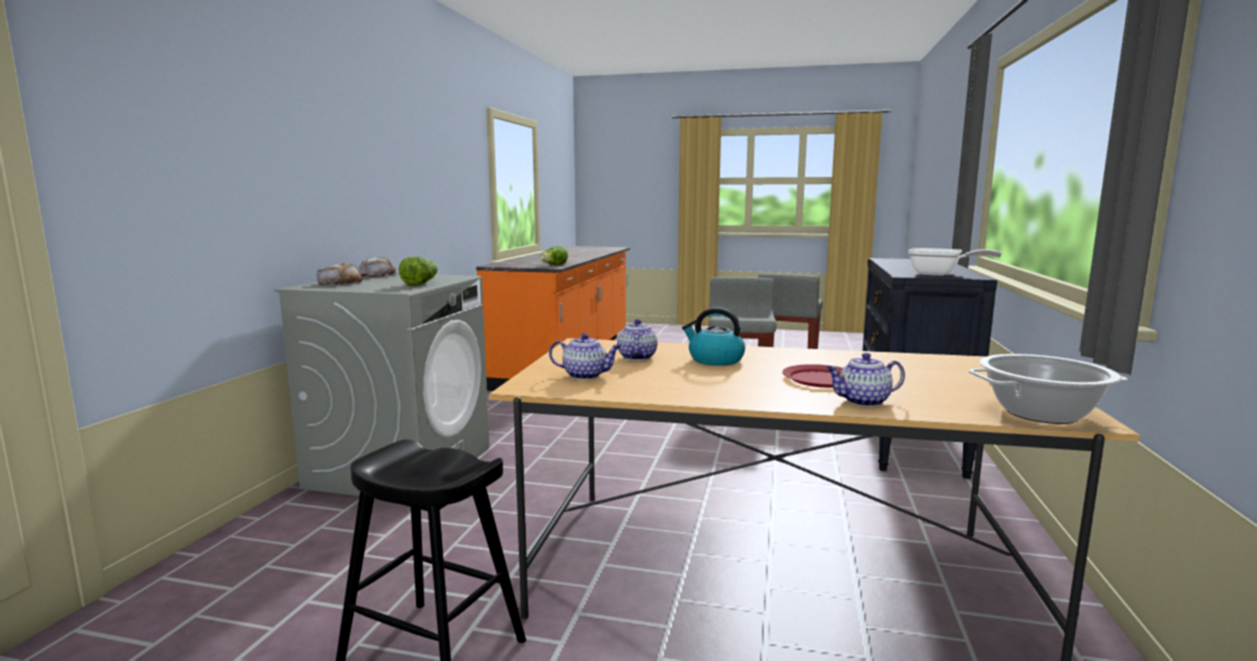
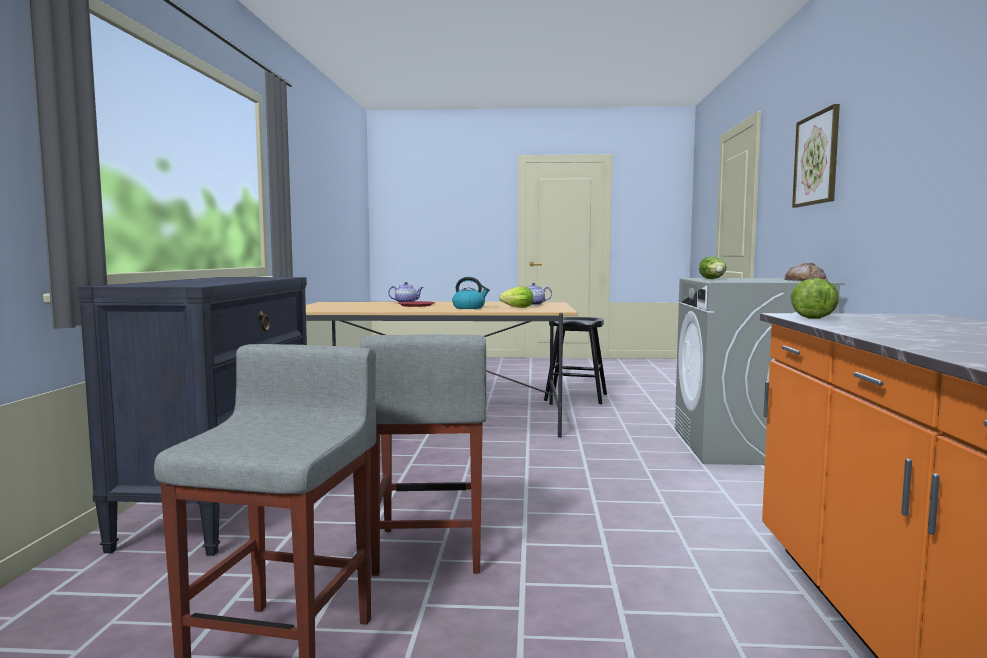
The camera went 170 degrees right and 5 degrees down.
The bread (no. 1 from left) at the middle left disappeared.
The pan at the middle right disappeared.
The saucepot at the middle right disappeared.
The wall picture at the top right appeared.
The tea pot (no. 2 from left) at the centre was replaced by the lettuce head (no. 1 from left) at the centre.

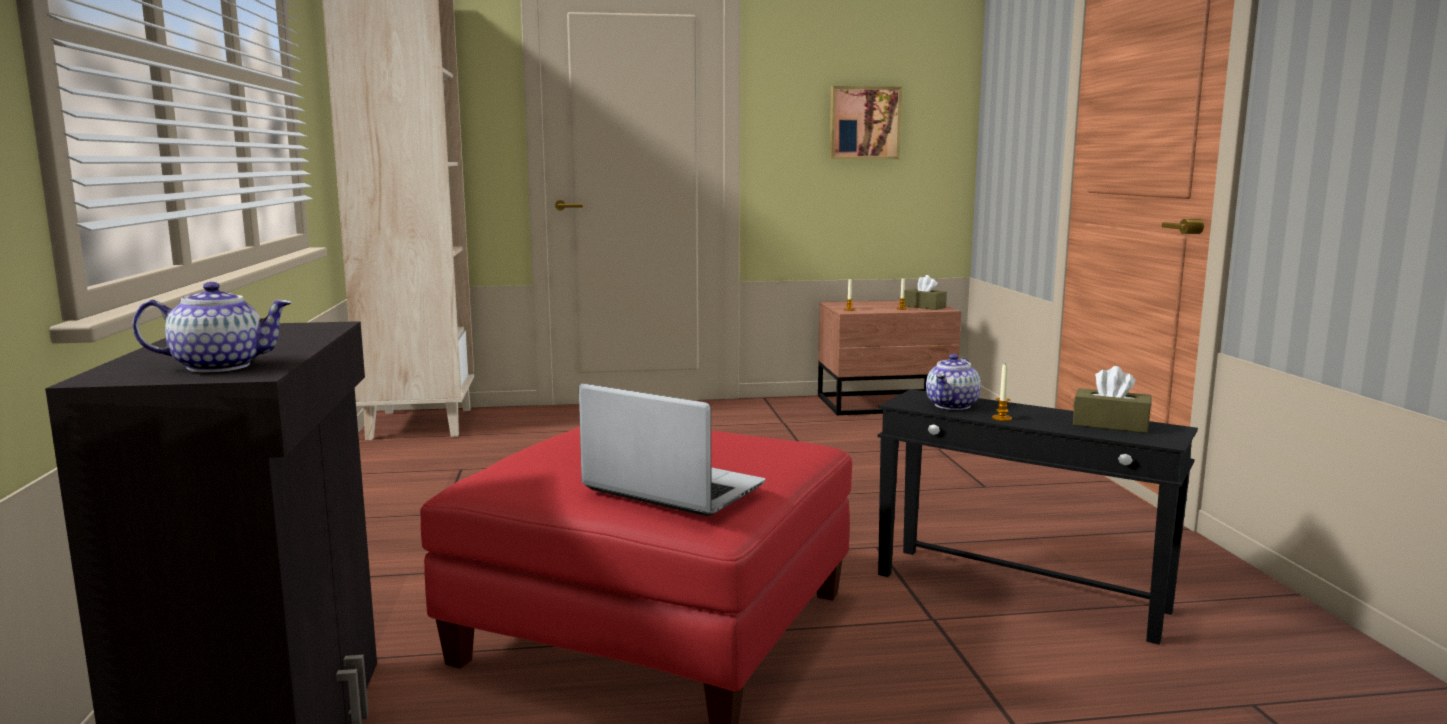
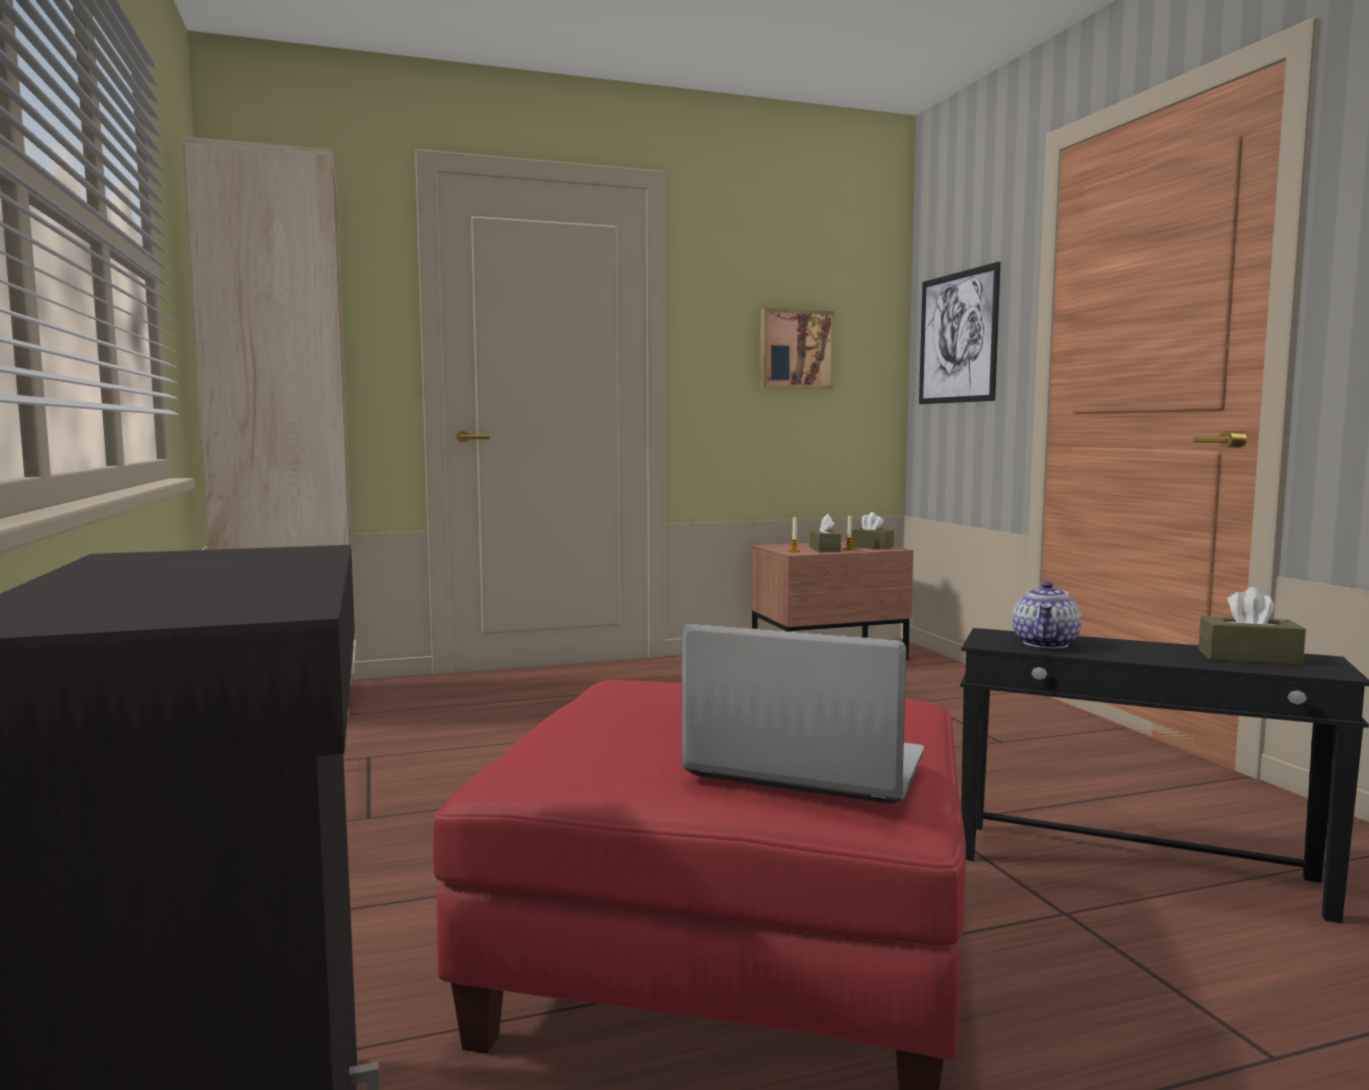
The camera went 10 degrees left and 5 degrees down.
The tea pot (no. 1 from left) at the middle left disappeared.
The wax candle (no. 3 from left) at the middle right disappeared.
The tissue box (brown-coloured) (no. 1 from left) at the centre appeared.
The wall picture (no. 2 from left) at the top right appeared.

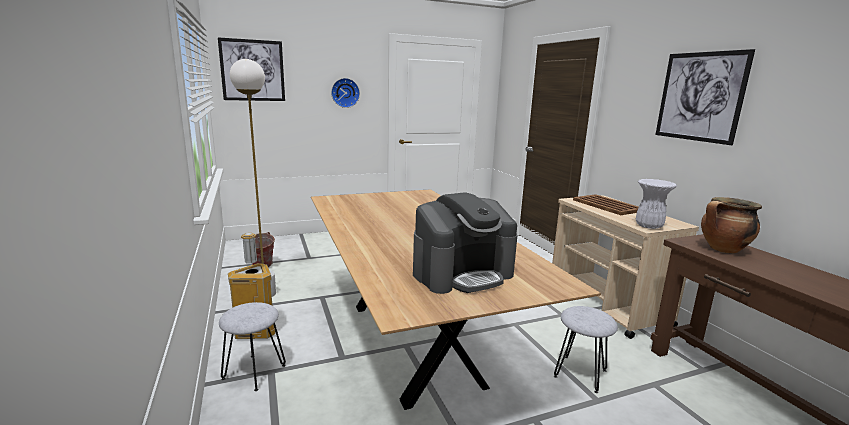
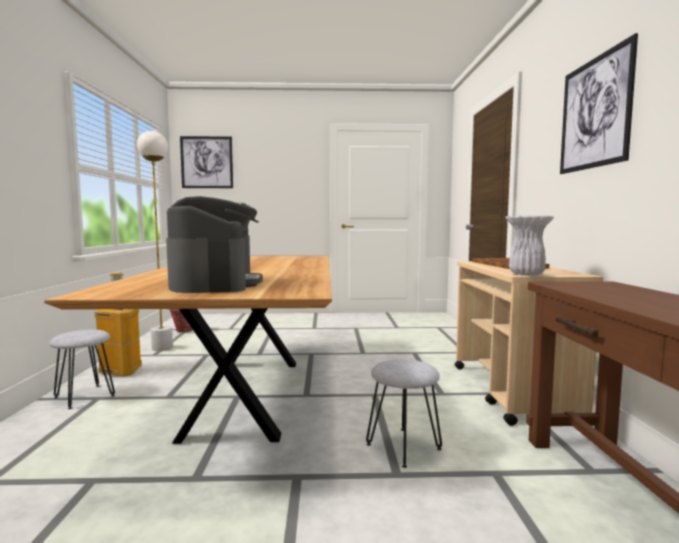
The camera went 20 degrees right and 10 degrees down.
The clock on the wall at the top centre disappeared.
The saucepot at the middle right disappeared.
The coffee brewer at the centre turned 90 degrees counterclockwise.

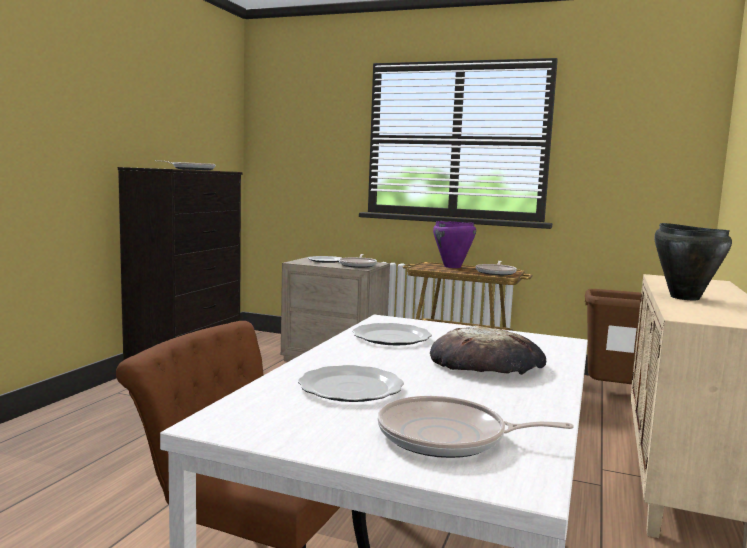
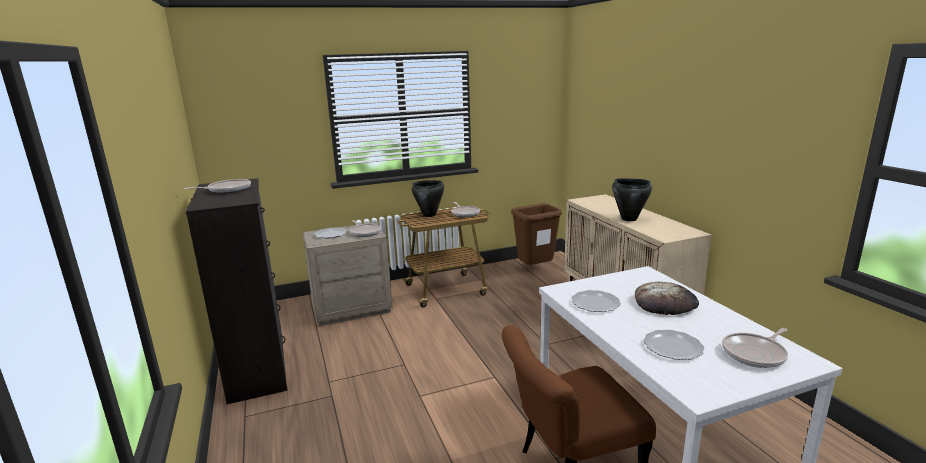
The camera went 40 degrees left and 10 degrees up.
The saucepot (purple) at the centre became the saucepot (blackish) (no. 1 from left) at the centre.

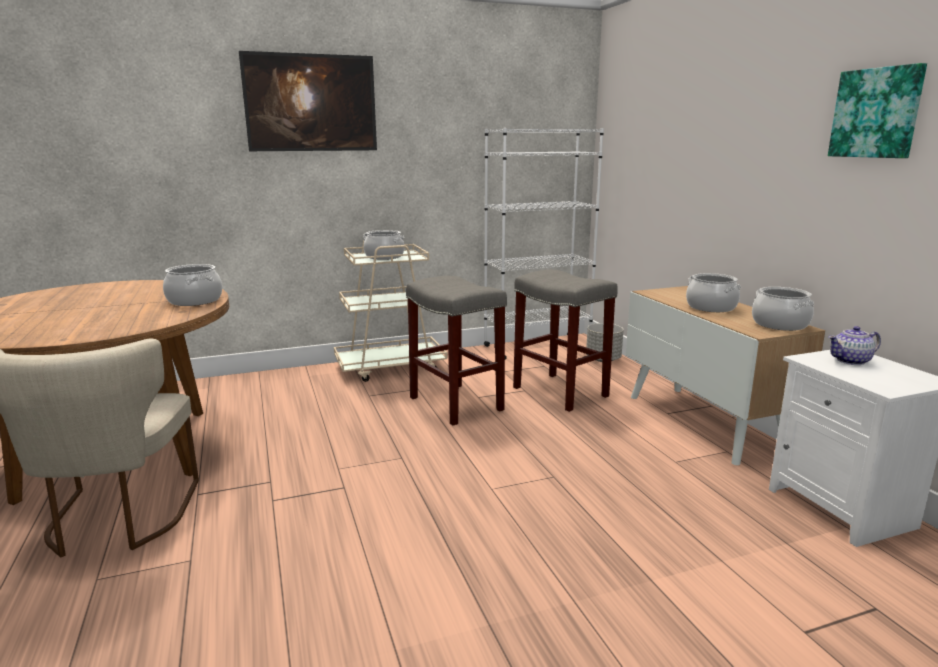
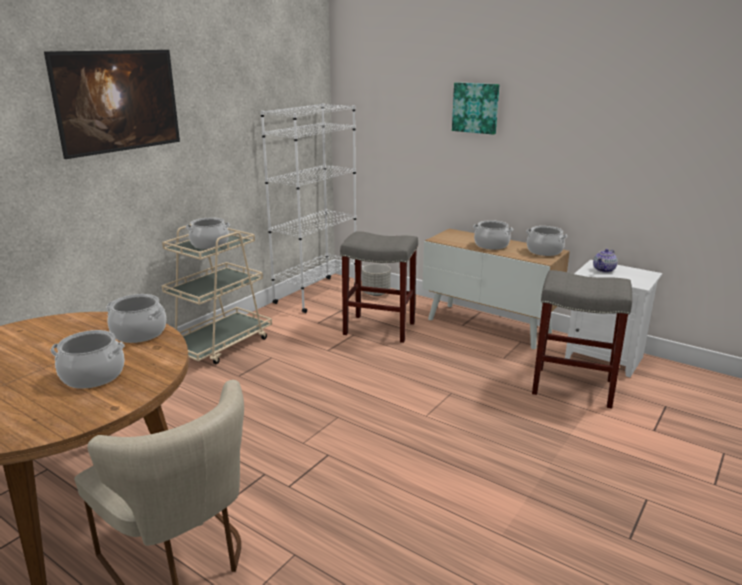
The camera went 35 degrees left and 5 degrees up.
The saucepot (no. 1 from left) at the middle left appeared.
The stool seat (greyish) (no. 1 from left in the first image) moved from the centre to the middle right.
The wall picture (no. 2 from left) moved from the top right to the top centre.

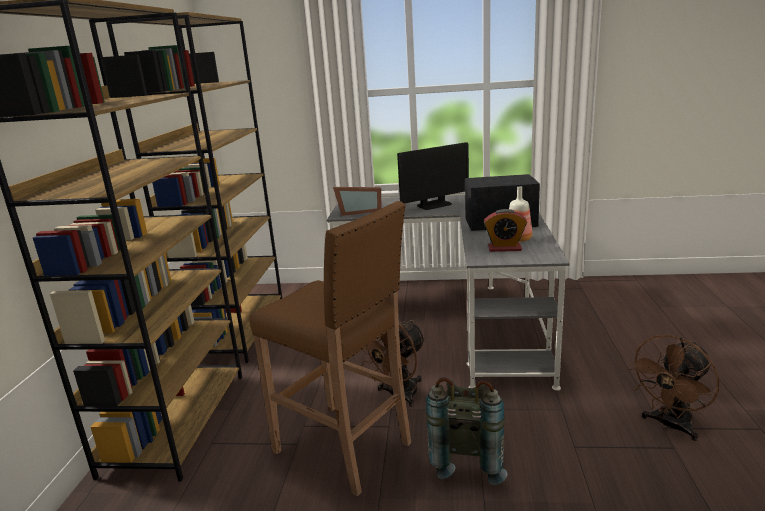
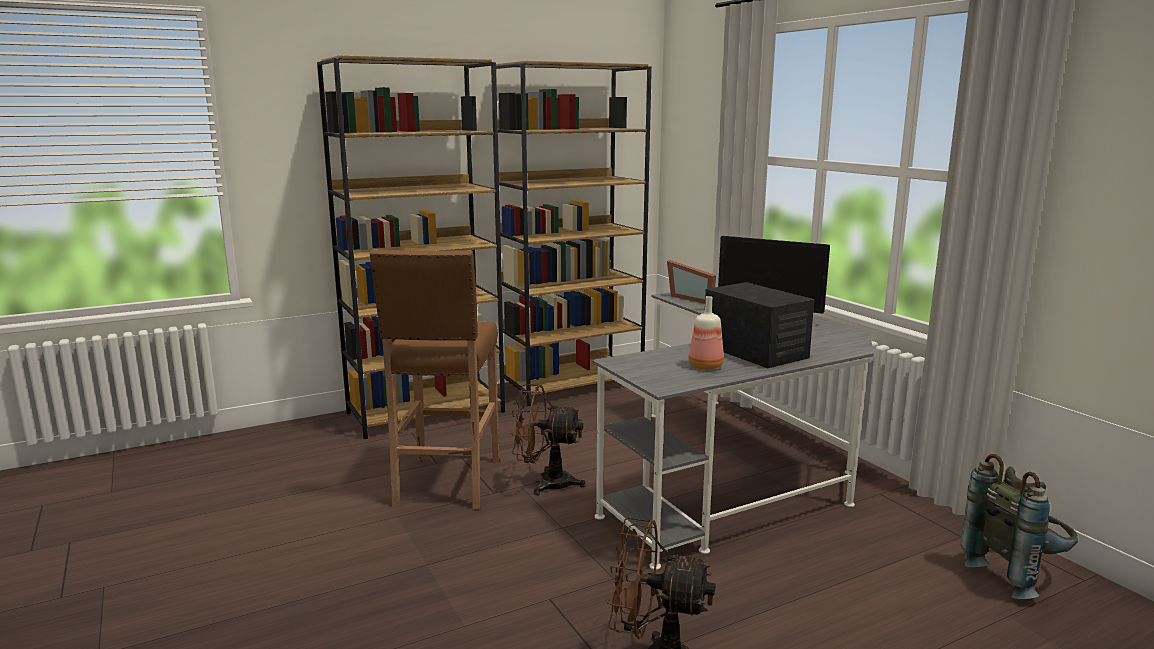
The camera went 55 degrees right and 5 degrees down.
The bedside clock at the centre disappeared.
The rucksack (greyish) moved from the bottom centre to the bottom right.

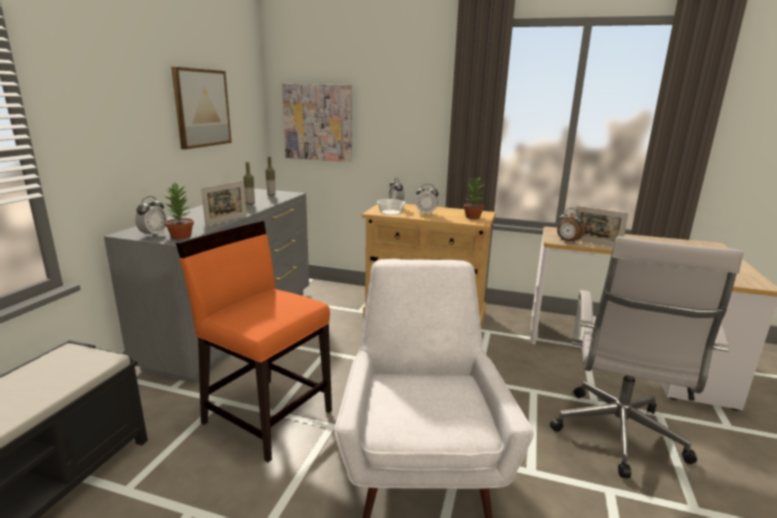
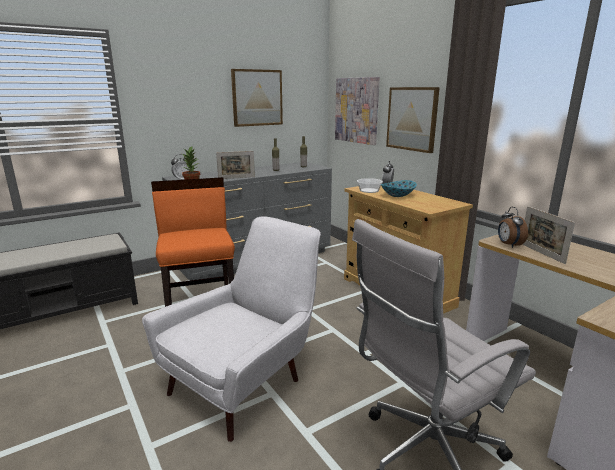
The camera went 40 degrees right and 0 degrees up.
The potted plant (no. 2 from left) at the centre disappeared.
The wall picture (no. 3 from left) at the top right appeared.
The bedside clock (no. 3 from left) at the centre was replaced by the bowl (no. 2 from left) at the centre.

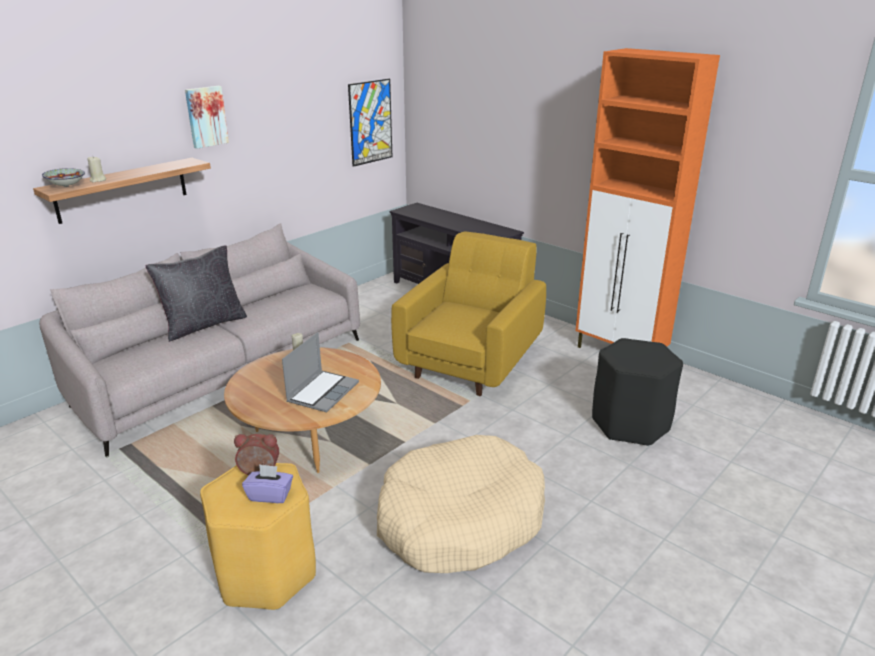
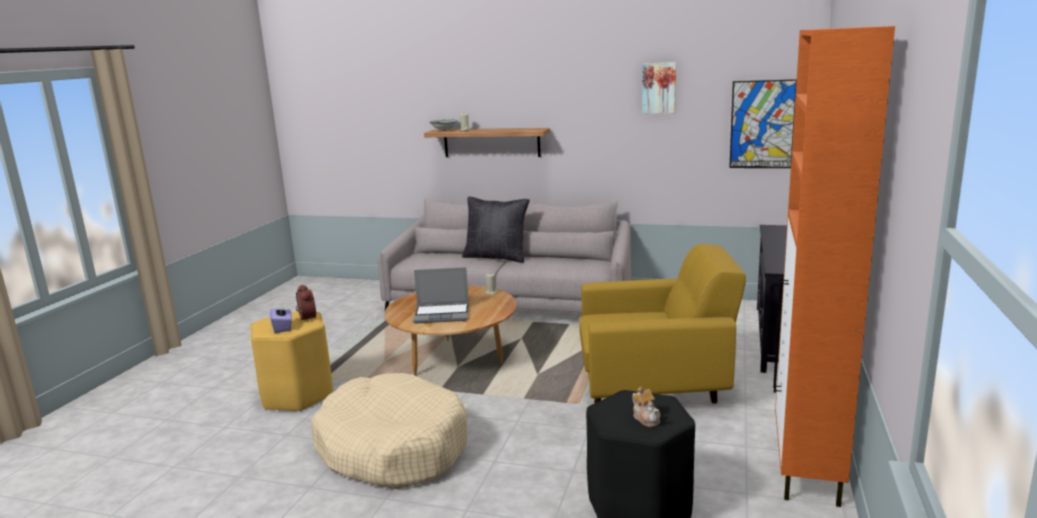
The camera went 65 degrees right and 10 degrees down.
The tea pot at the bottom centre appeared.
The wall picture (no. 1 from left) moved from the top left to the top centre.

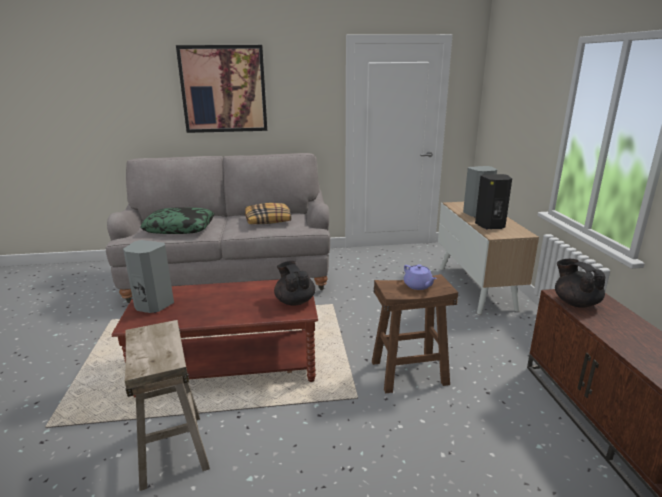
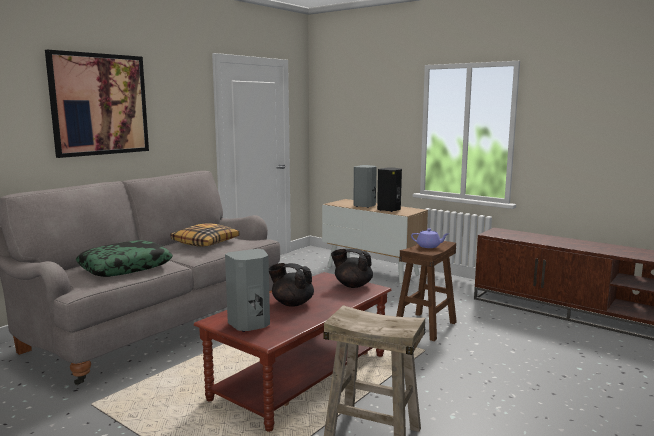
The camera went 45 degrees left and 10 degrees down.
The tea pot (blackish) (no. 2 from left in the first image) moved from the middle right to the centre.

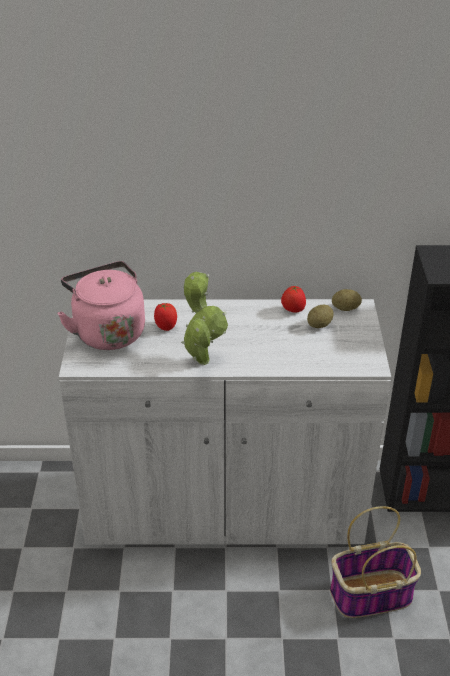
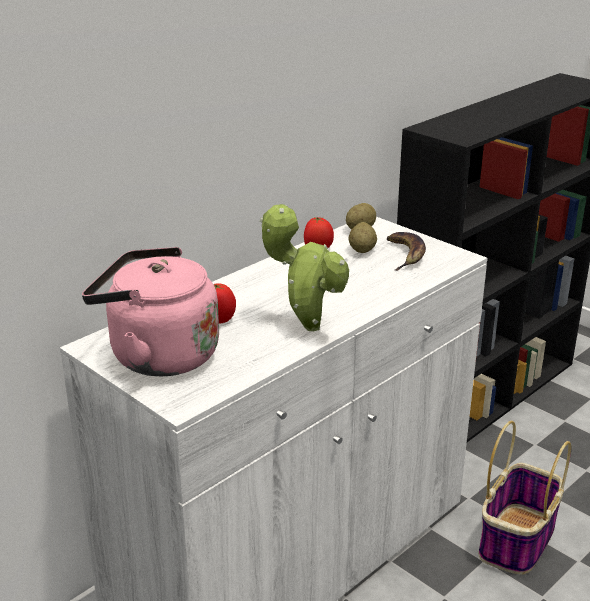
The camera went 45 degrees left and 10 degrees down.
The banana fruit at the middle right appeared.

